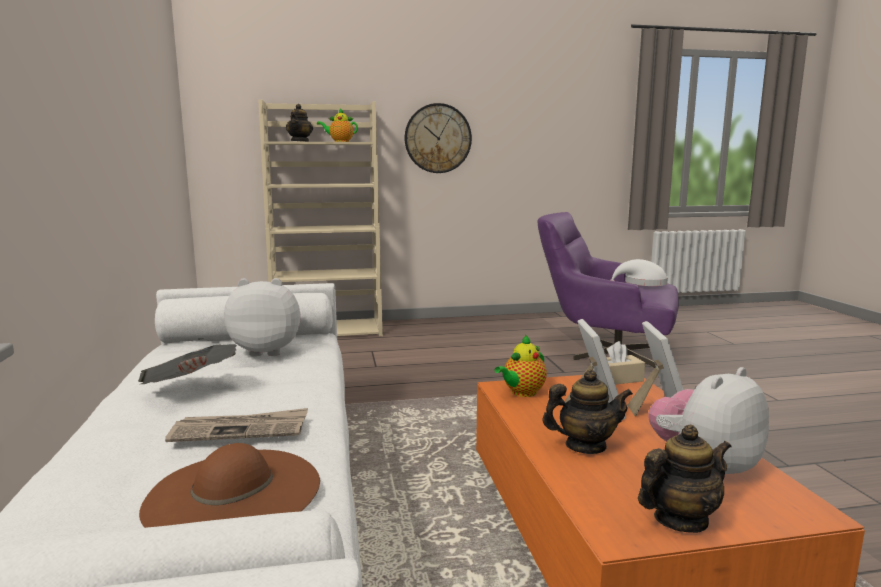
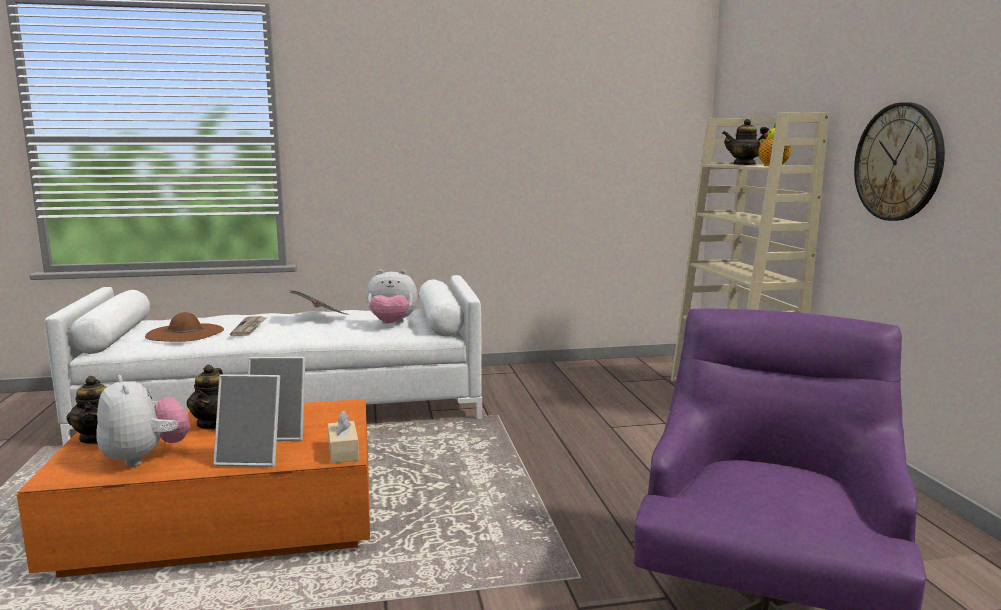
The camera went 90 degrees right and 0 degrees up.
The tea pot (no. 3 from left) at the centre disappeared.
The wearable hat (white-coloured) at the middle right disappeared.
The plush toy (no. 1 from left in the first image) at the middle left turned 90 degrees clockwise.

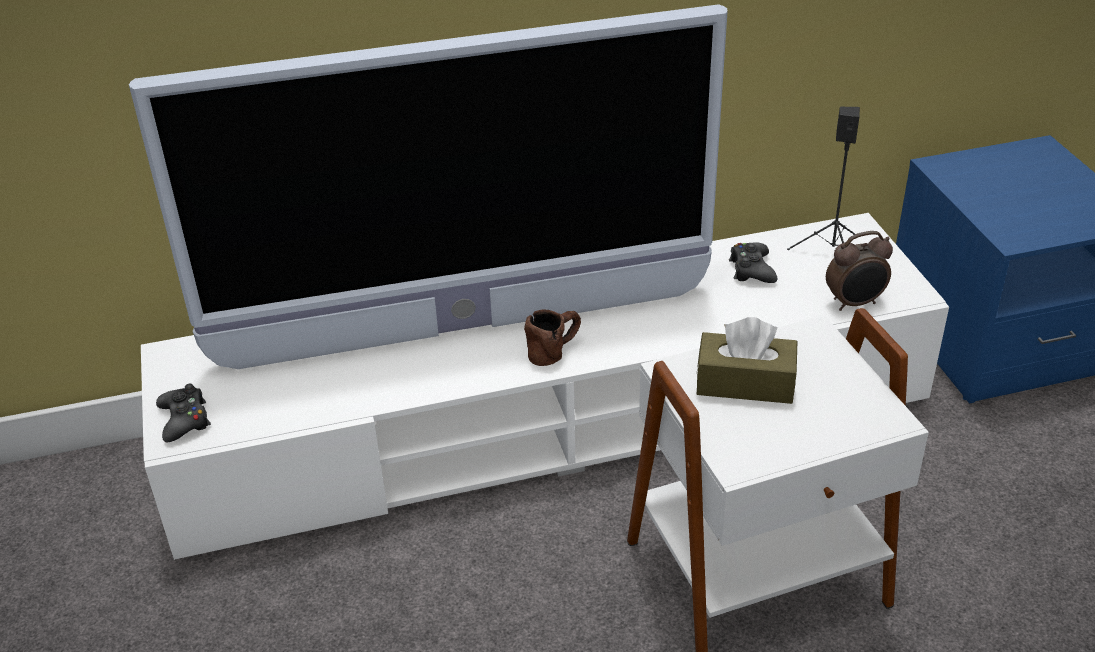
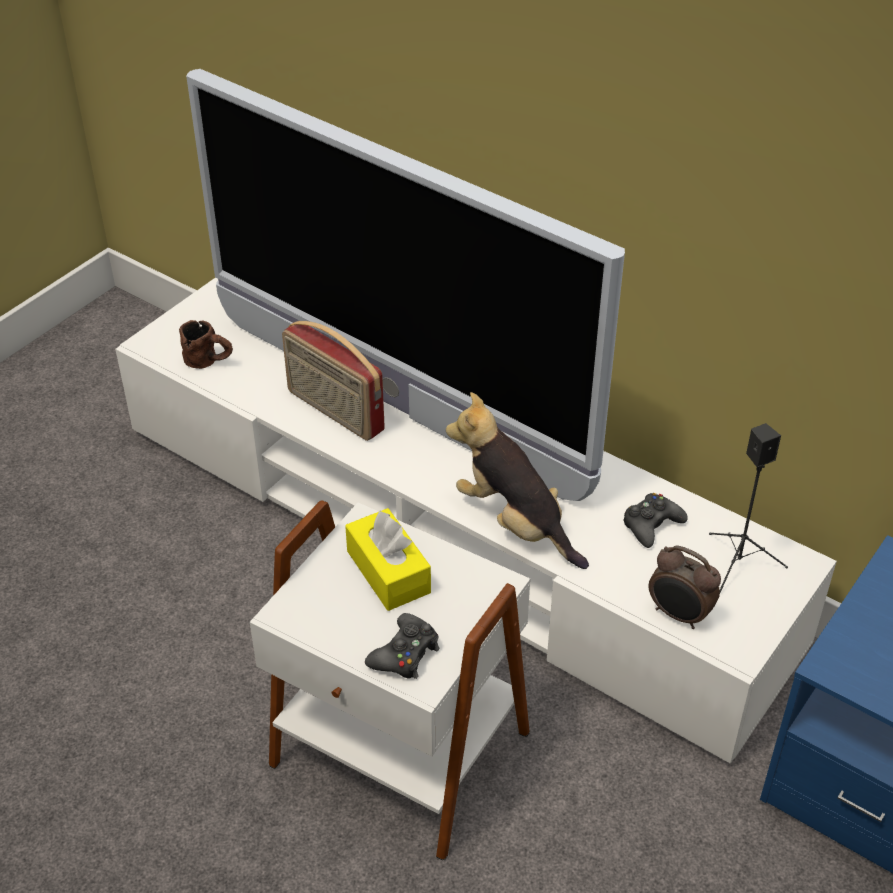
The camera went 50 degrees right and 5 degrees up.
The radio at the centre appeared.
The plush toy at the centre appeared.
The joypad (blackish) (no. 1 from left) moved from the middle left to the bottom centre.
The coffee mug (brown-coloured) moved from the centre to the middle left.
The tissue box (brown-coloured) at the middle right became the tissue box (yellowish) at the centre.

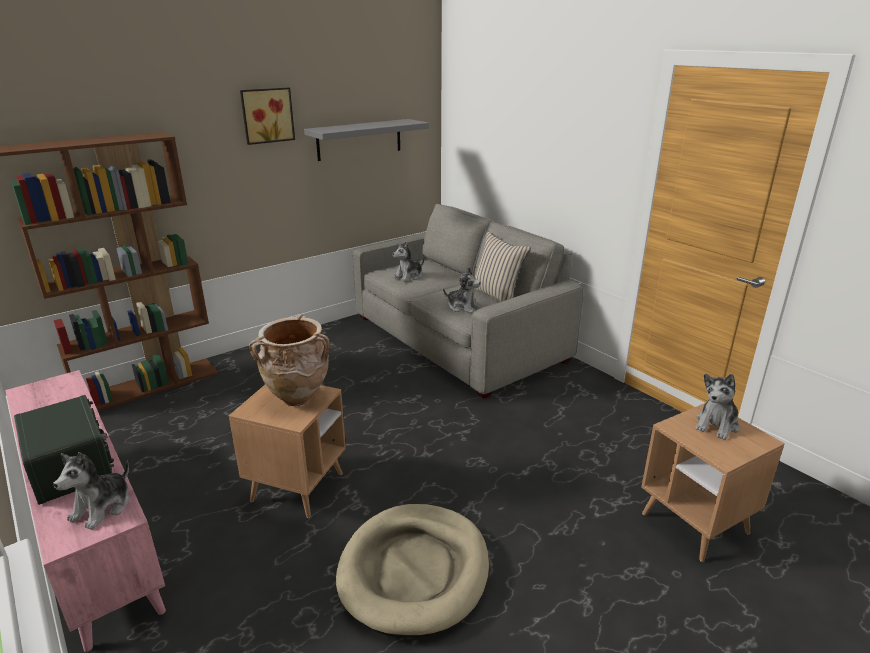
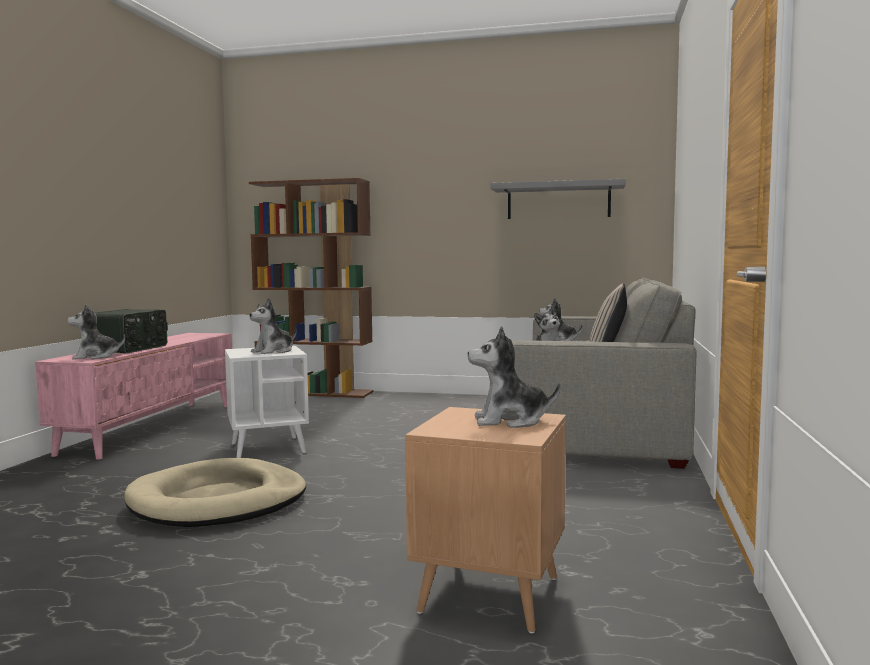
The camera went 50 degrees right and 20 degrees down.
The wall picture at the top left disappeared.
The flower vase (beige) at the middle left was replaced by the plush toy (no. 2 from left) at the middle left.
The side table (brown-coloured) (no. 1 from left) at the bottom left became the side table (white-coloured) at the middle left.

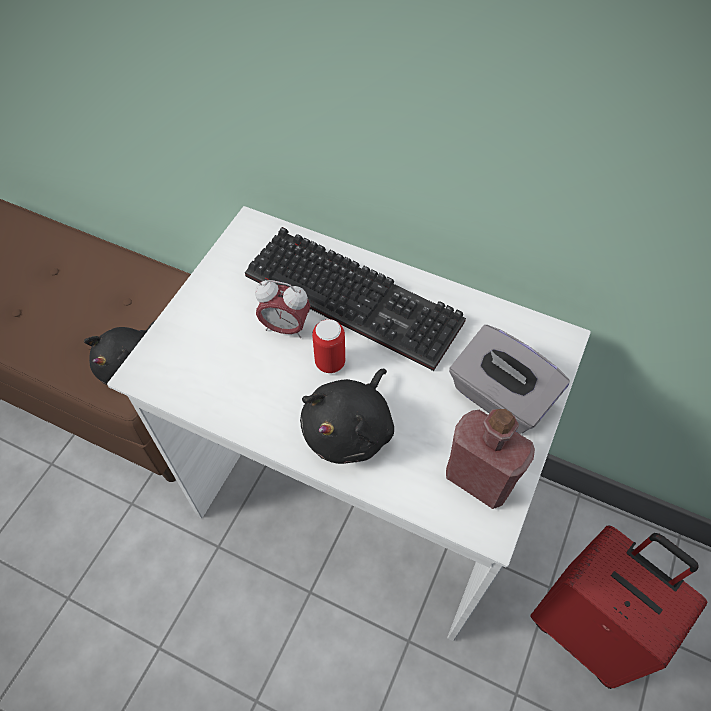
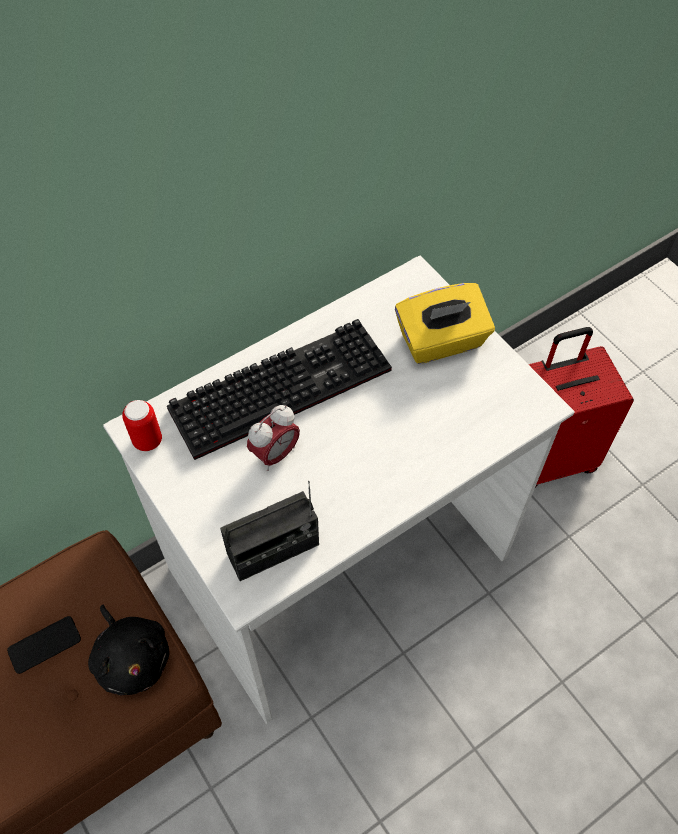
The camera went 60 degrees left and 0 degrees up.
The plush toy (blackish) (no. 2 from left) at the centre disappeared.
The bottle (red) at the middle right disappeared.
The telephone at the bottom left appeared.
The radio at the centre appeared.
The sealed can moved from the centre to the middle left.
The tissue box (greyish) at the middle right became the tissue box (yellowish) at the centre.

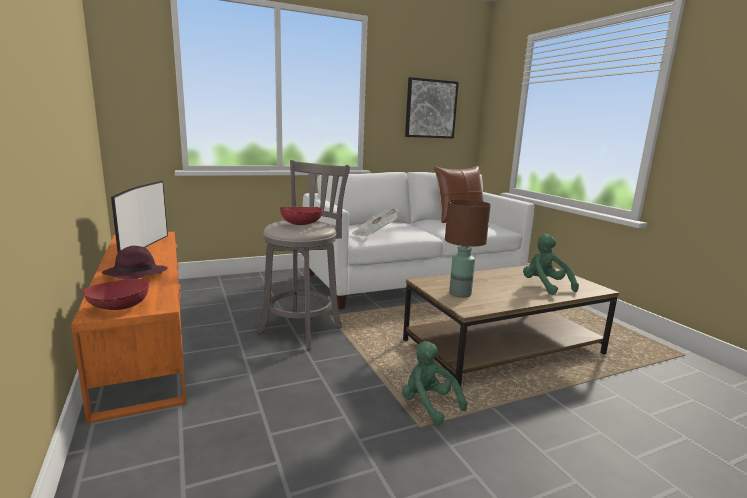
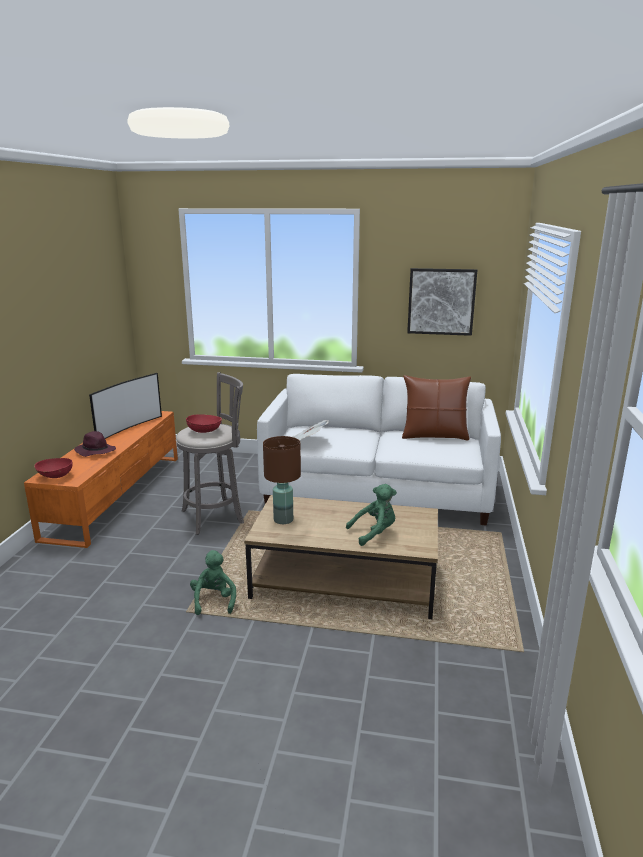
The camera went 35 degrees right and 5 degrees up.
The plush toy (greenish) (no. 2 from left) at the middle right turned 60 degrees clockwise.

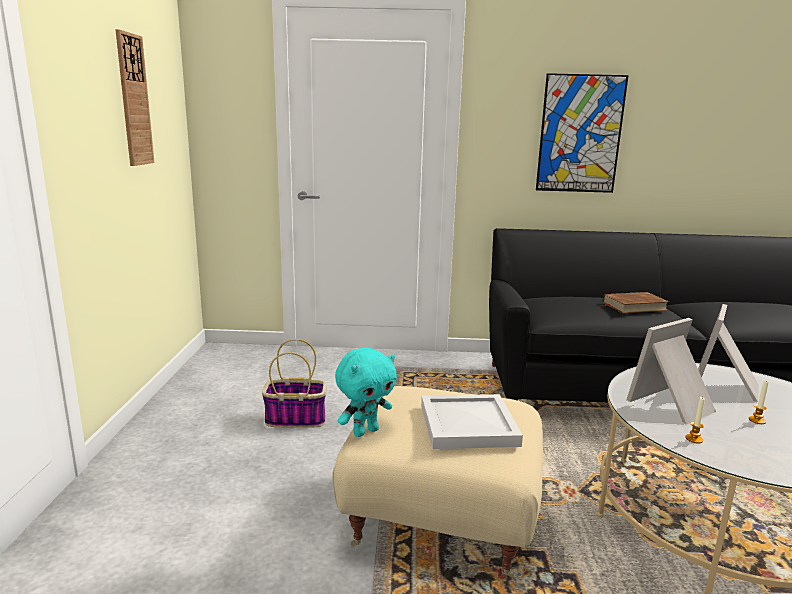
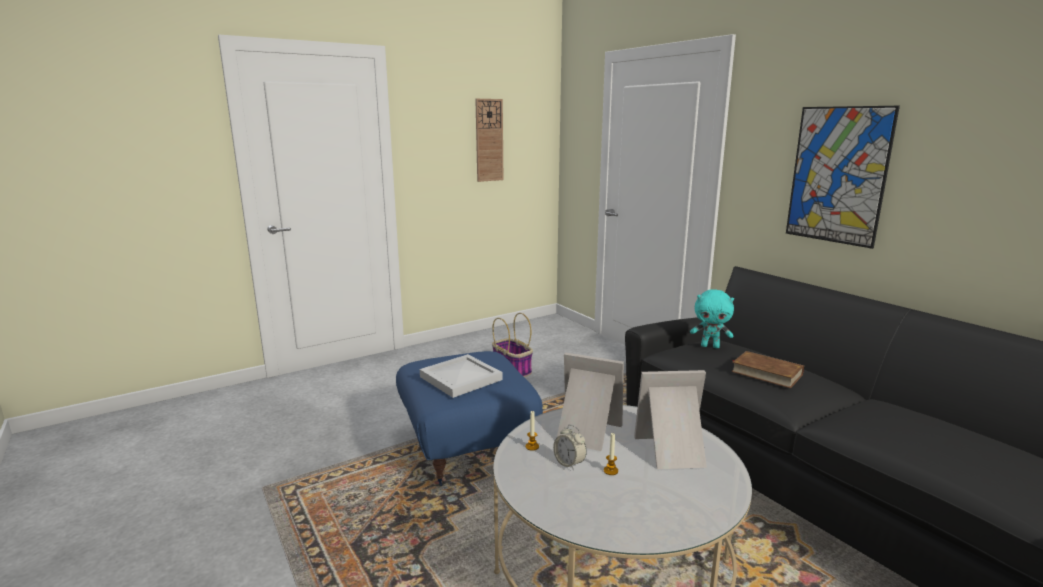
The camera went 55 degrees right and 0 degrees up.
The bedside clock at the bottom centre appeared.
The plush toy (turquoise) moved from the centre to the middle right.
The ottoman (beige) at the bottom centre became the ottoman (bluish) at the bottom centre.

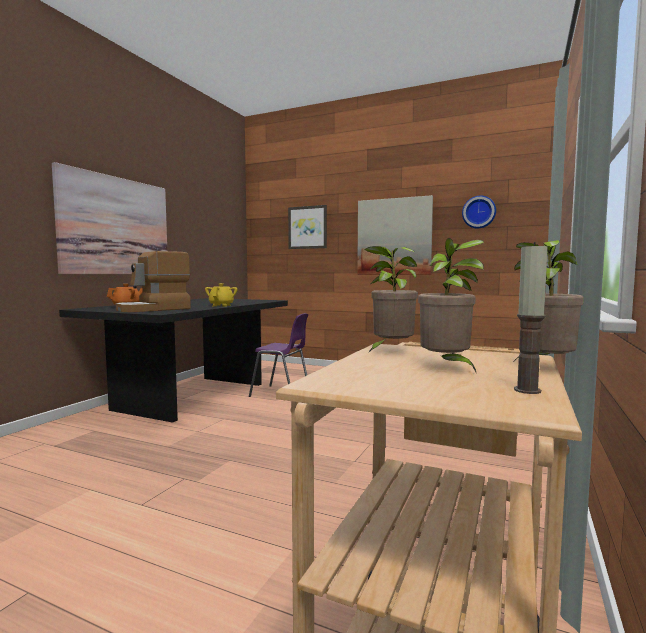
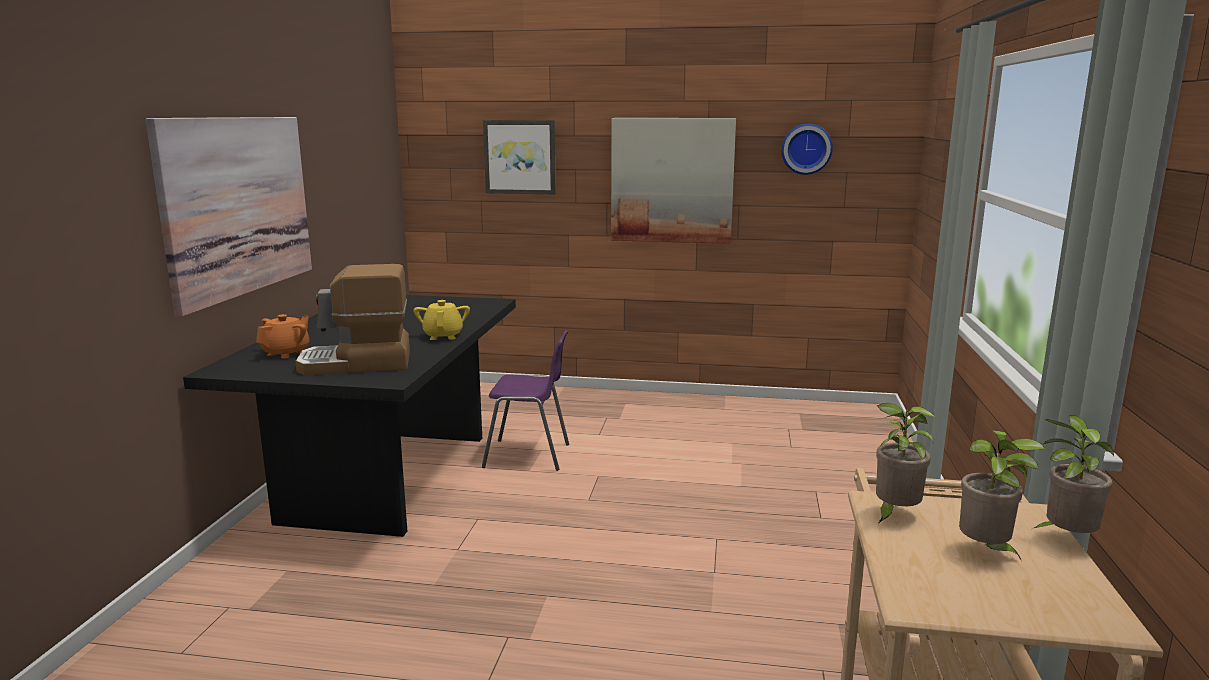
The camera went 15 degrees left and 10 degrees up.
The wax candle at the middle right disappeared.
The coffee brewer at the middle left turned 45 degrees clockwise.

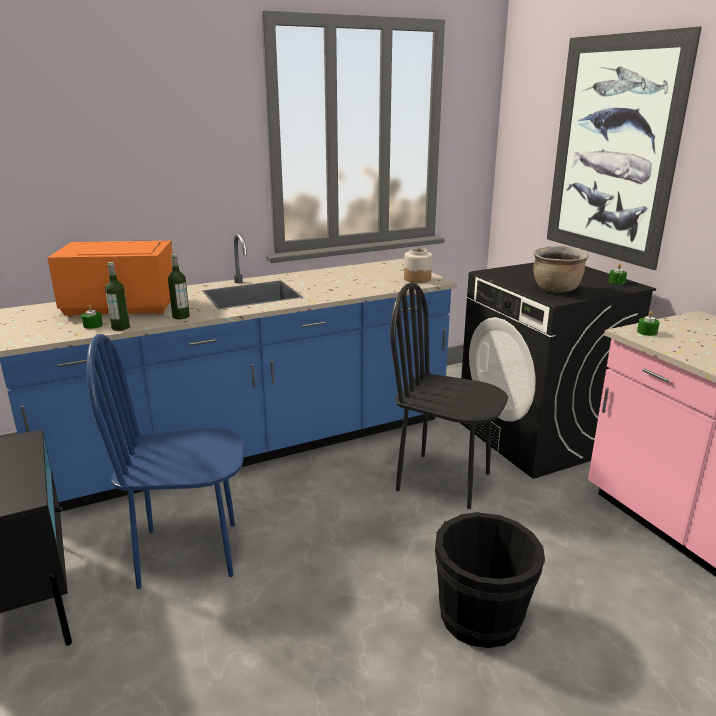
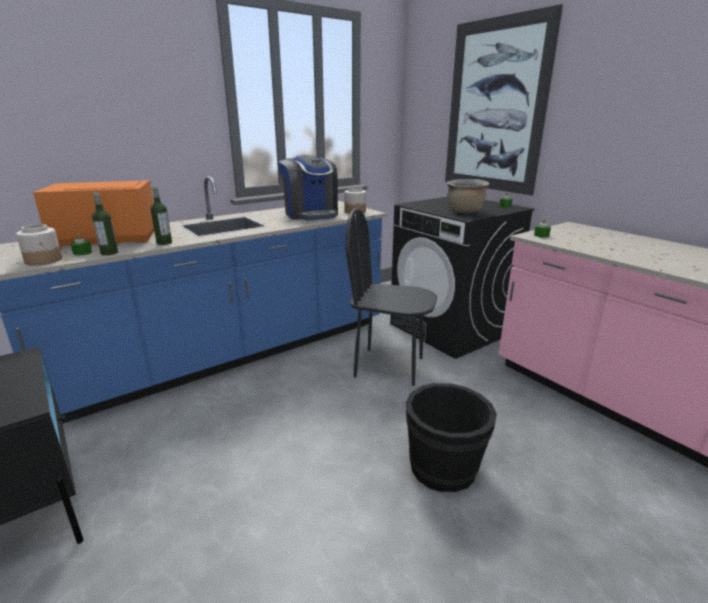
The camera went 10 degrees left and 0 degrees up.
The chair (bluish) at the middle left disappeared.
The storage jar (no. 1 from left) at the middle left appeared.
The coffee brewer at the top centre appeared.

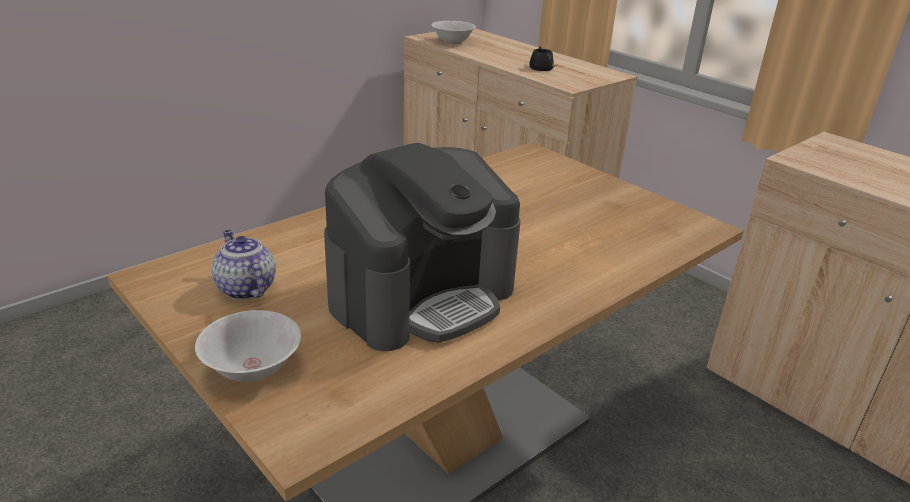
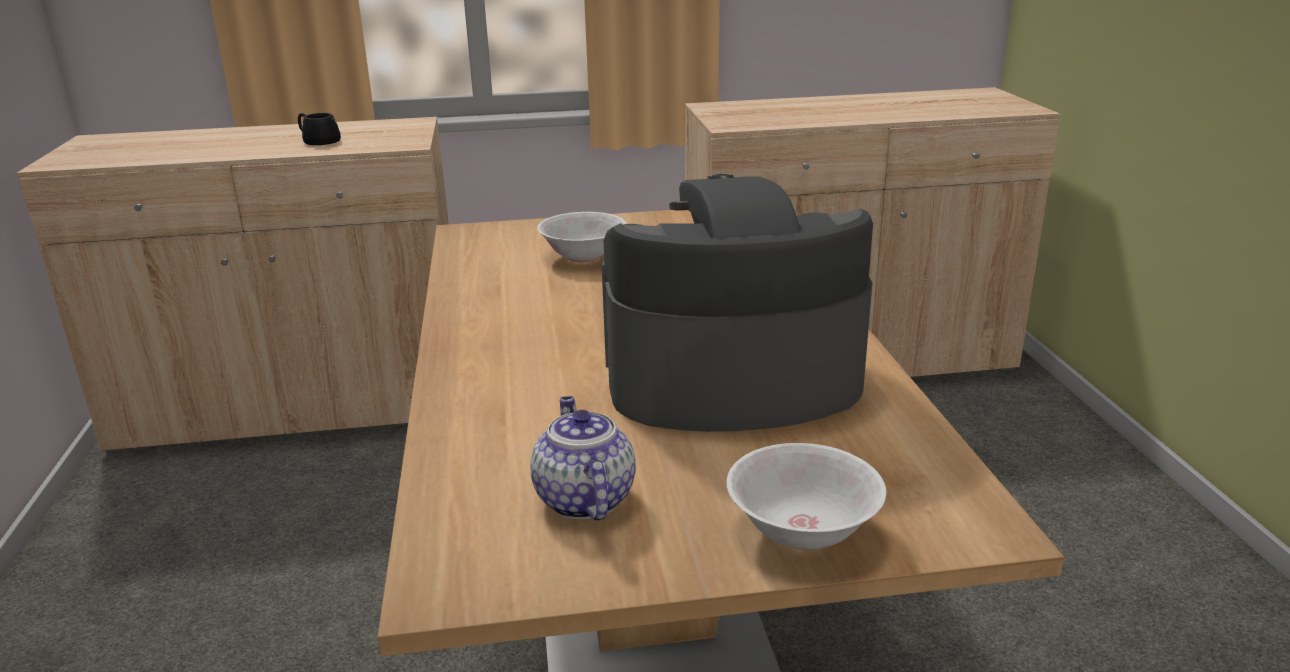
The camera went 55 degrees left and 5 degrees down.
The bowl (white-coloured) (no. 2 from left in the first image) moved from the top centre to the centre.
The tea pot at the middle left turned 75 degrees clockwise.
The coffee brewer at the centre turned 90 degrees counterclockwise.

